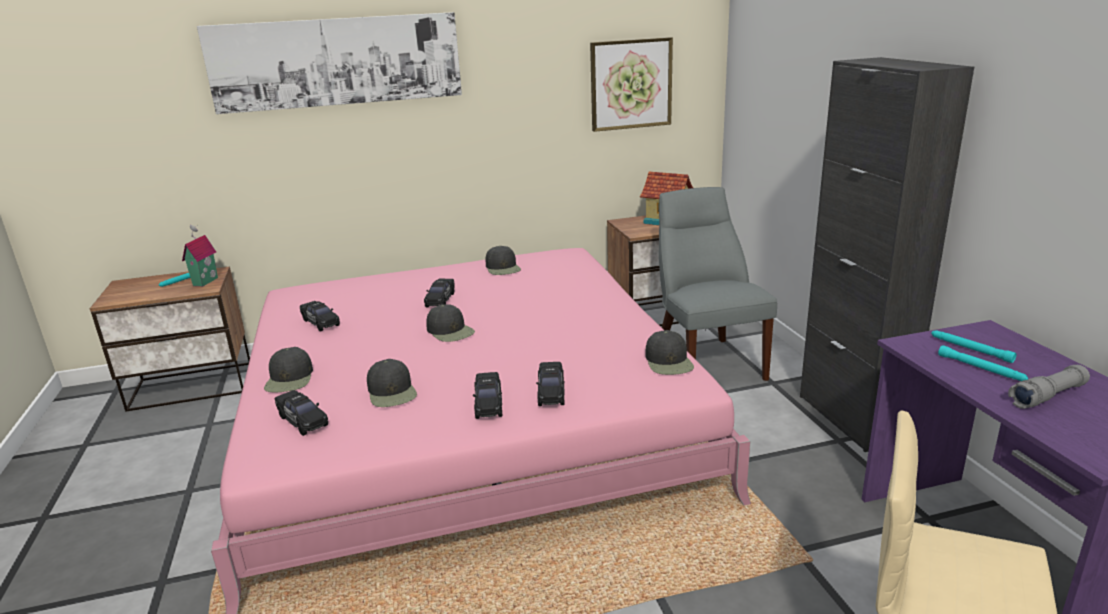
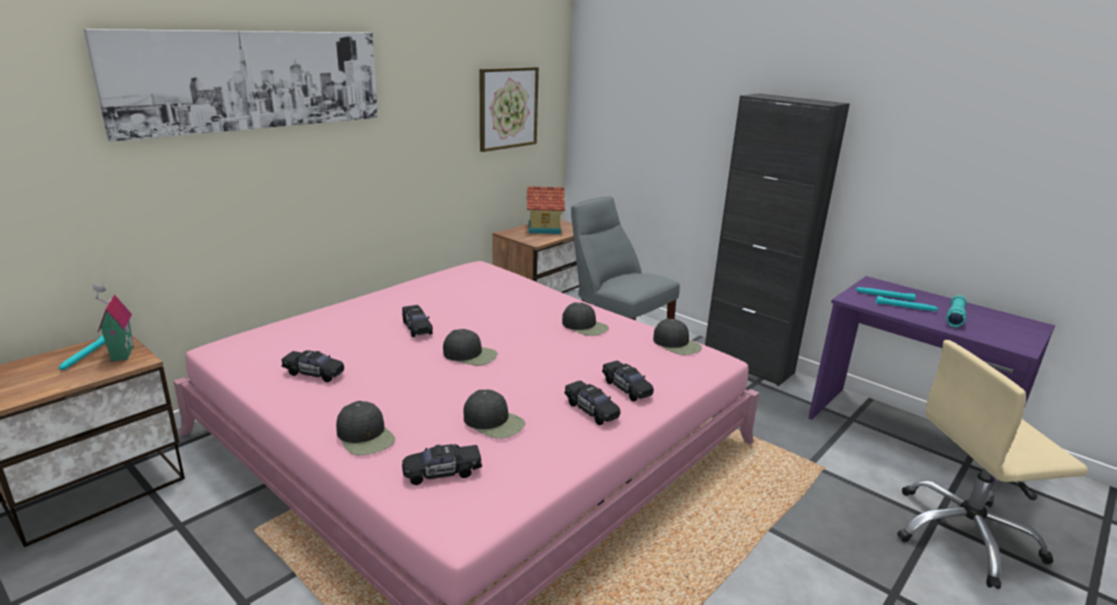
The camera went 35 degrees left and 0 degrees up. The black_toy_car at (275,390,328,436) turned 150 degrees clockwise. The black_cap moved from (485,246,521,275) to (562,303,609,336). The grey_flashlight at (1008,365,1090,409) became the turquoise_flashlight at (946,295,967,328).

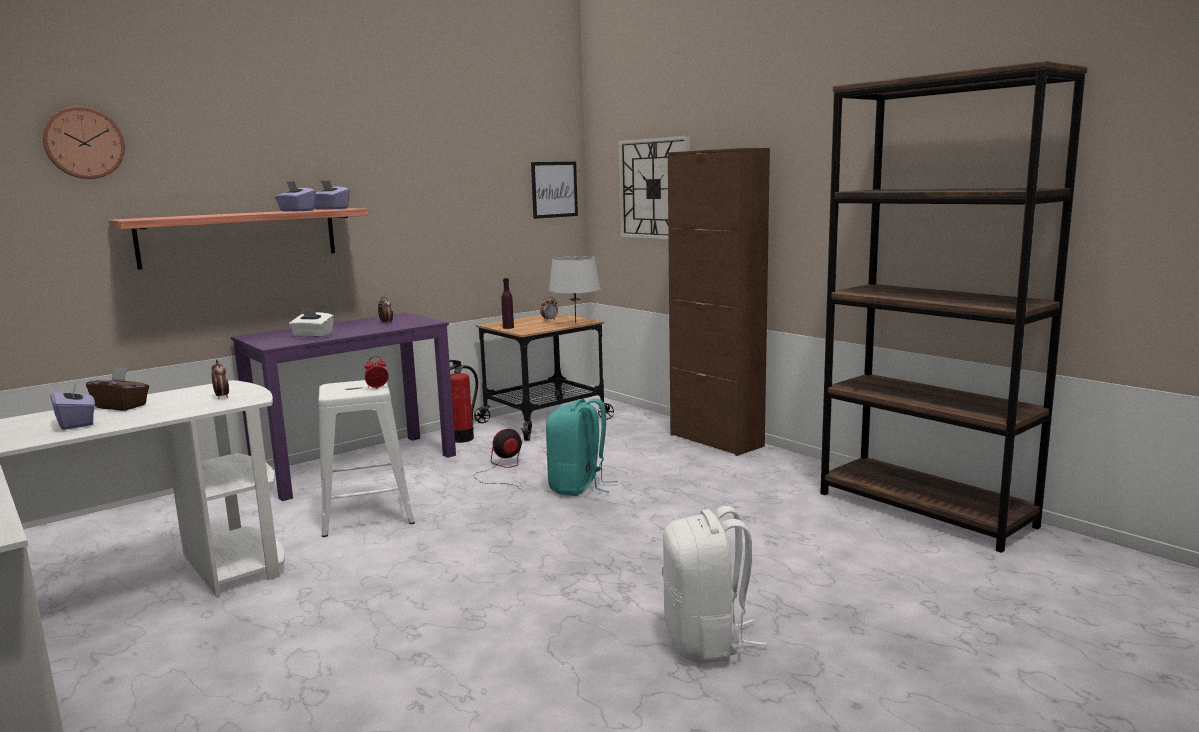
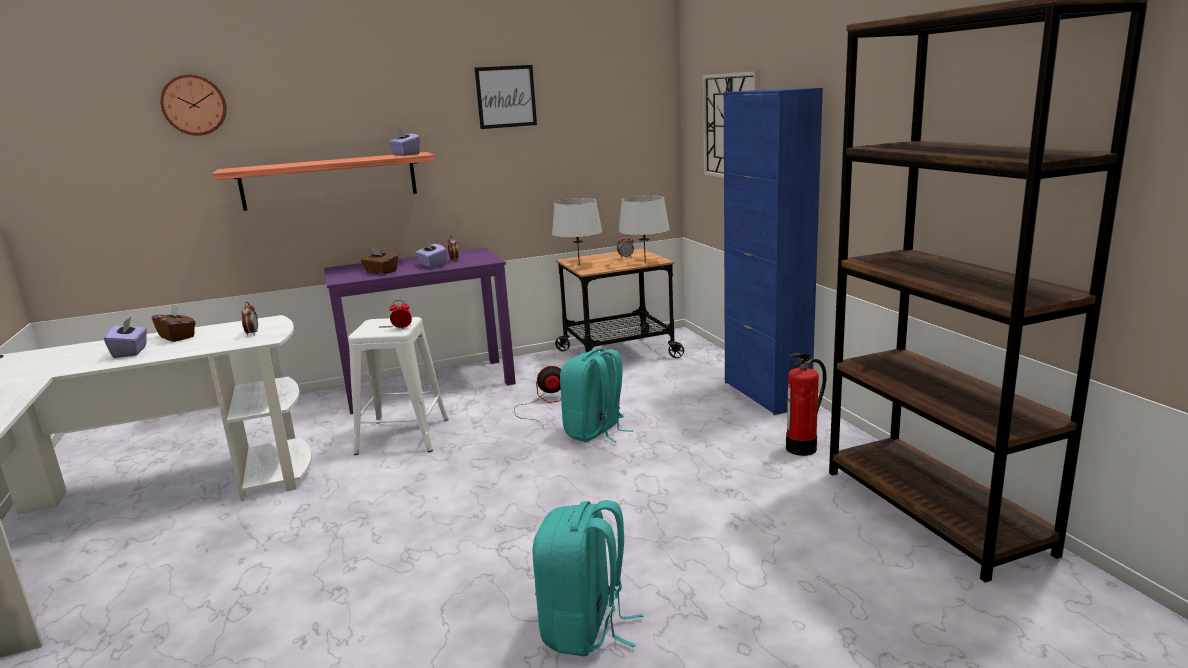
The camera went 20 degrees right and 5 degrees up. The purple_tissue_box moved from (275,181,316,212) to (415,240,447,268). The white_tissue_box at (289,308,334,338) became the brown_tissue_box at (361,246,398,274). The fire_extinguisher moved from (449,360,478,443) to (786,352,827,456). The purple_bottle at (501,278,514,329) was replaced by the grey_table_lamp at (552,198,602,265). The picture moved from (531,162,578,219) to (475,65,537,129). The white_backpack at (662,506,766,663) became the turquoise_backpack at (533,500,644,657). The brown_cabinet at (668,148,770,456) became the blue_cabinet at (724,88,823,415).

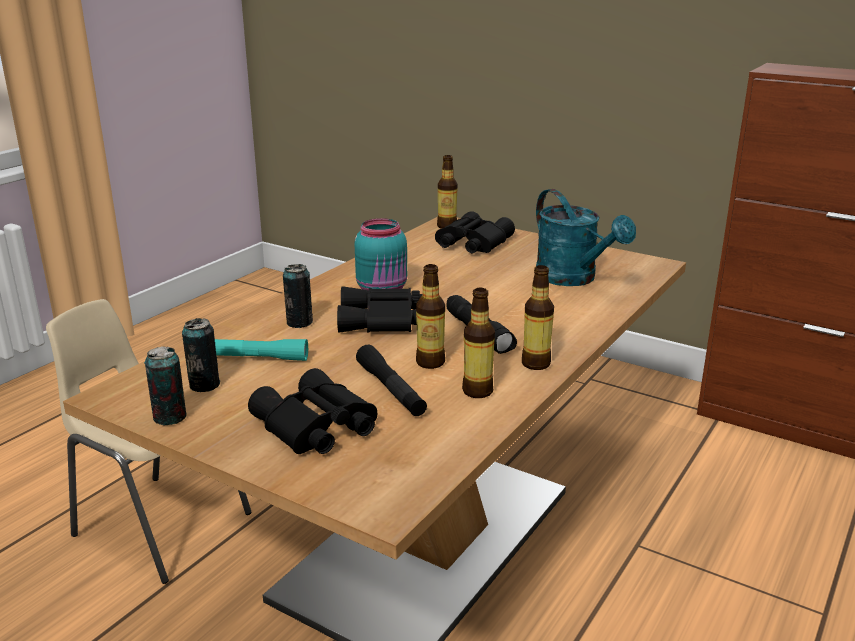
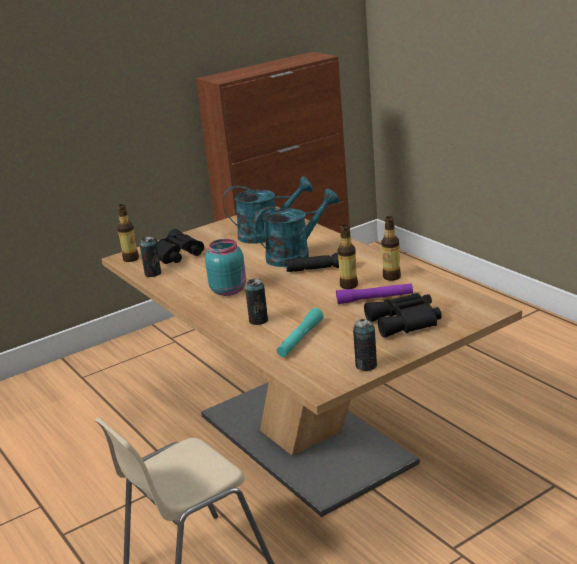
The camera went 65 degrees left and 0 degrees up. The can moved from (182,318,220,392) to (140,237,161,277). The black_binoculars at (337,287,422,332) disappeared. The black_flashlight at (356,345,427,416) became the purple_flashlight at (336,283,413,304). The bottle at (522,265,554,370) disappeared. The turquoise_watering_can at (253,189,339,267) appeared.

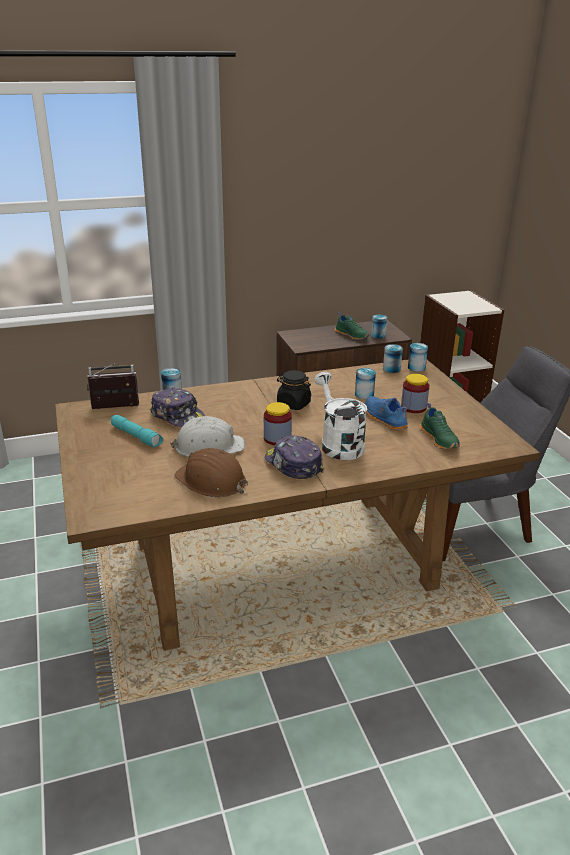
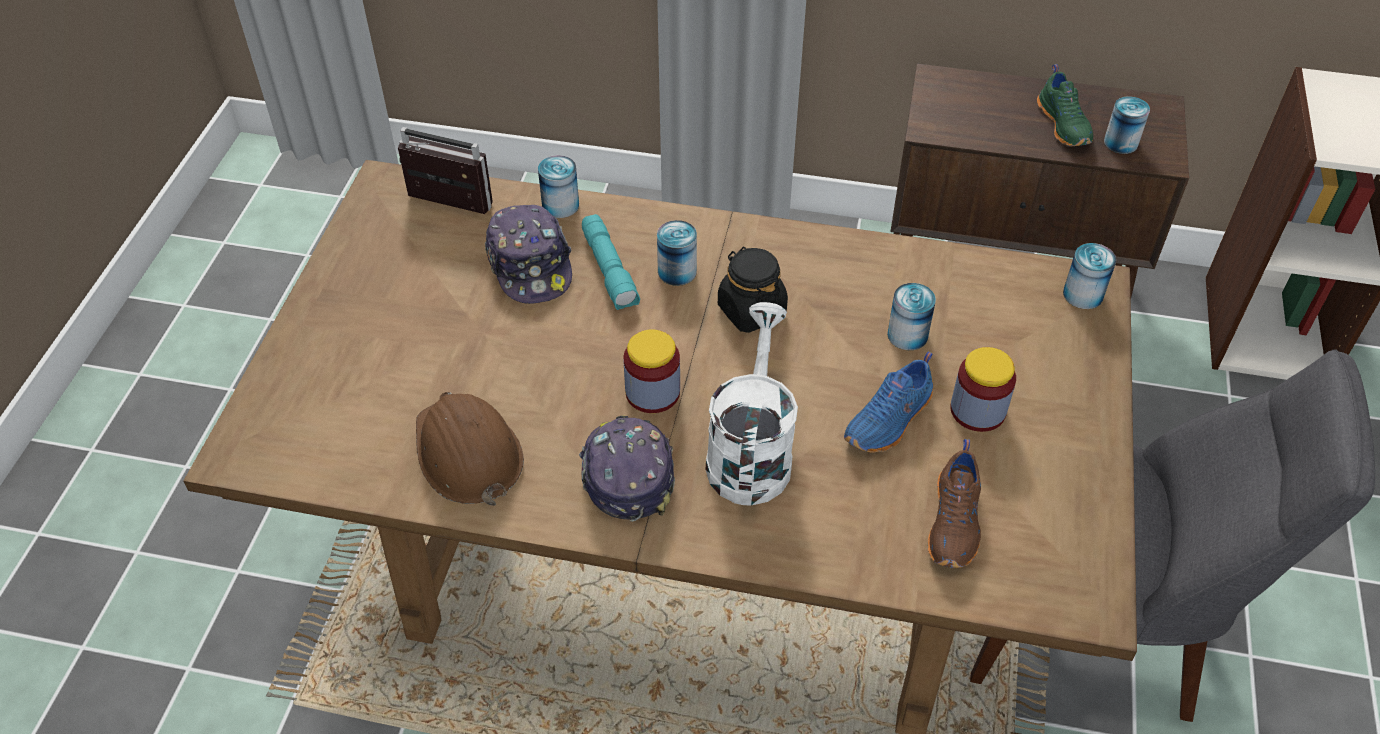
The camera went 30 degrees right and 20 degrees up. The turquoise_flashlight moved from (111,415,163,448) to (582,214,640,310). The white_hard_hat at (166,416,245,457) disappeared. The blue_shoe at (365,396,408,430) turned 135 degrees counterclockwise. The can moved from (383,344,403,373) to (657,220,697,286). The green_shoe at (420,403,460,449) became the brown_shoe at (928,439,981,568).

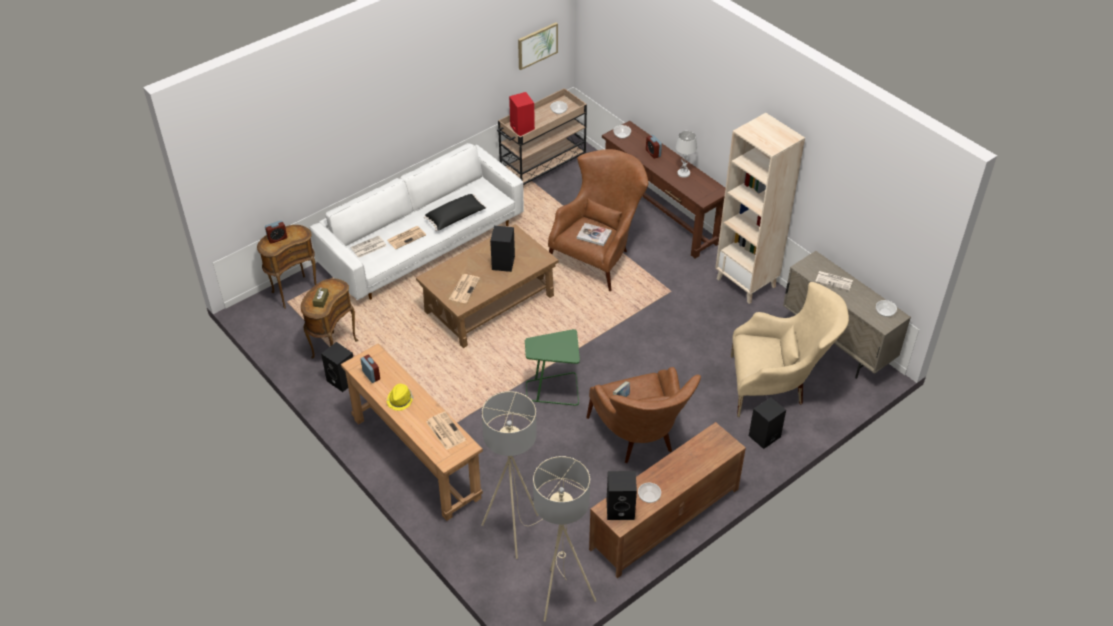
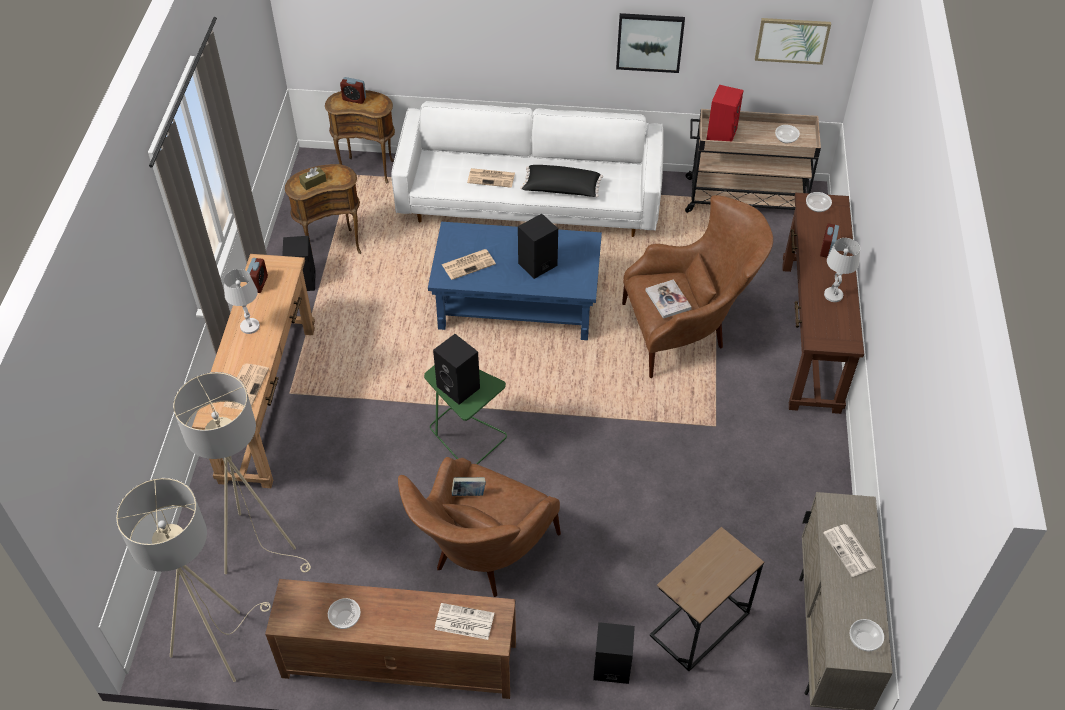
The camera went 45 degrees right and 5 degrees up. The newspaper moved from (351,236,387,258) to (434,603,494,640). The yellow_hat at (387,384,413,411) was replaced by the white_table_lamp at (224,269,260,334). The brown_coffee_table at (416,224,559,348) became the blue_coffee_table at (428,222,602,340). The black_speaker moved from (607,471,637,520) to (433,334,480,405). The beige_bookcase at (715,113,805,304) disappeared. The beige_armchair at (731,282,849,417) was replaced by the brown_side_table at (650,527,764,671). The picture at (616,13,685,73) appeared.

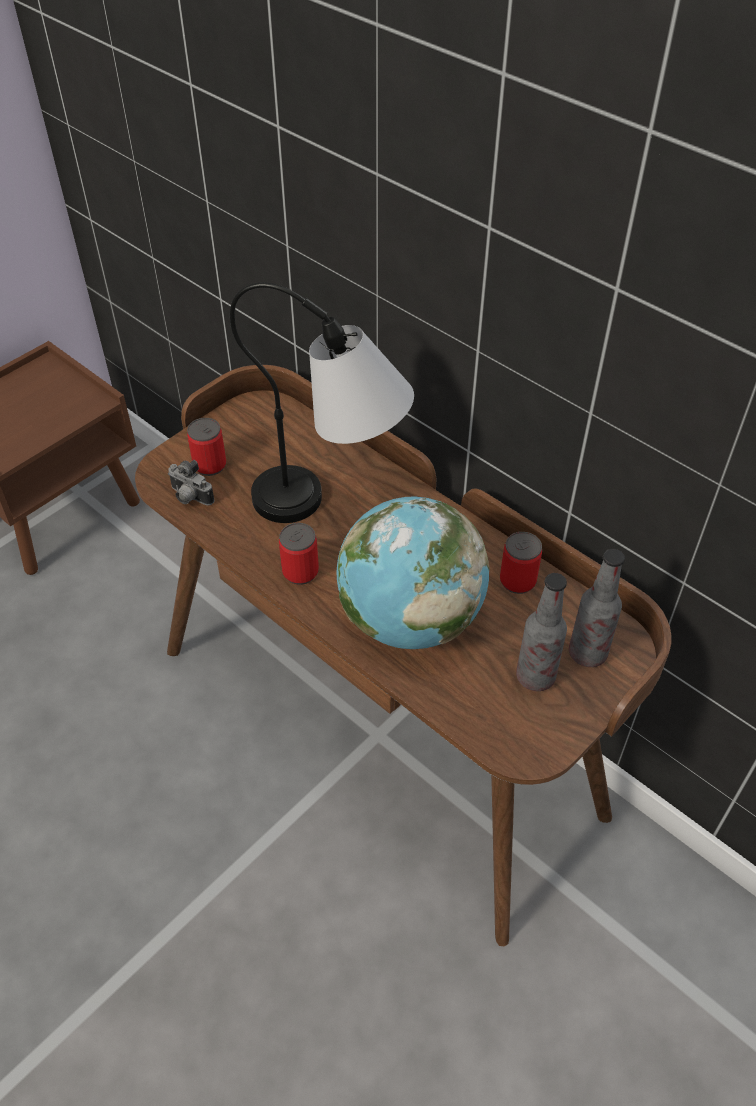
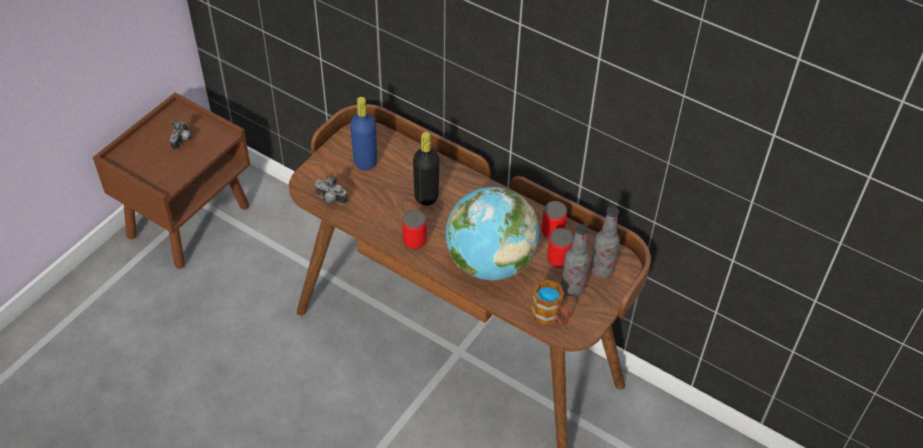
The camera went 10 degrees left and 0 degrees up. The can moved from (187,418,226,476) to (547,228,573,268). The table_lamp at (230,282,414,523) was replaced by the black_bottle at (413,132,439,206). The photo_camera at (170,120,192,151) appeared. The blue_bottle at (350,97,377,170) appeared. The mug at (531,280,570,326) appeared.

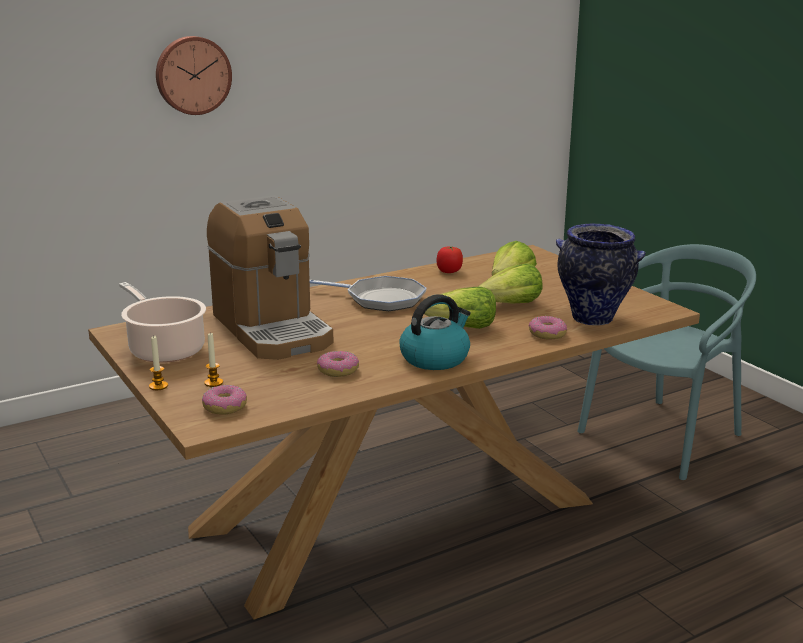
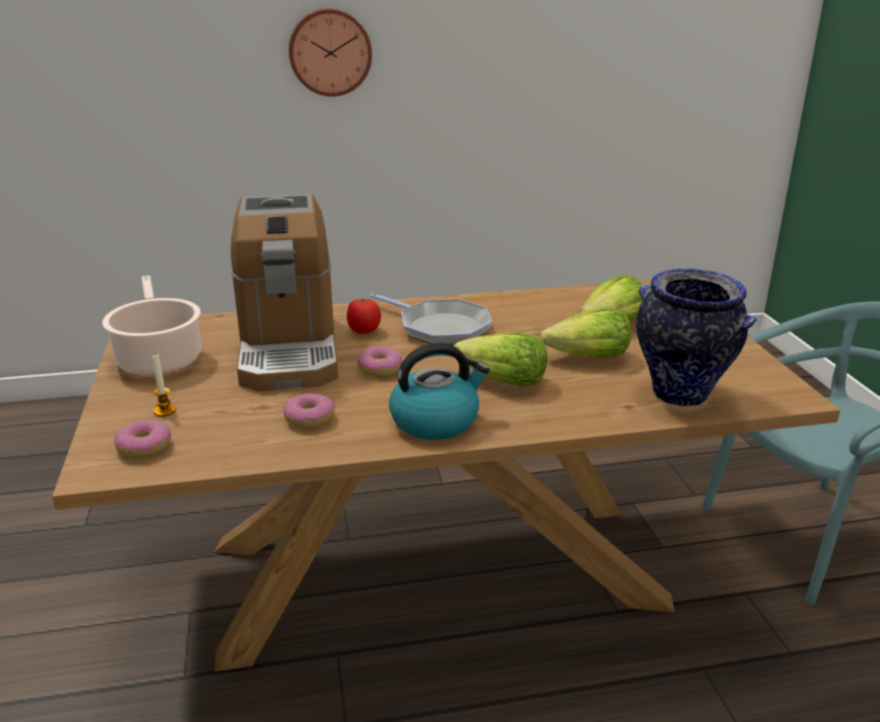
The camera went 20 degrees right and 5 degrees up. The candle at (149,336,168,390) disappeared. The tomato moved from (437,246,463,273) to (347,299,381,334). The donut moved from (528,316,567,339) to (357,346,403,377).

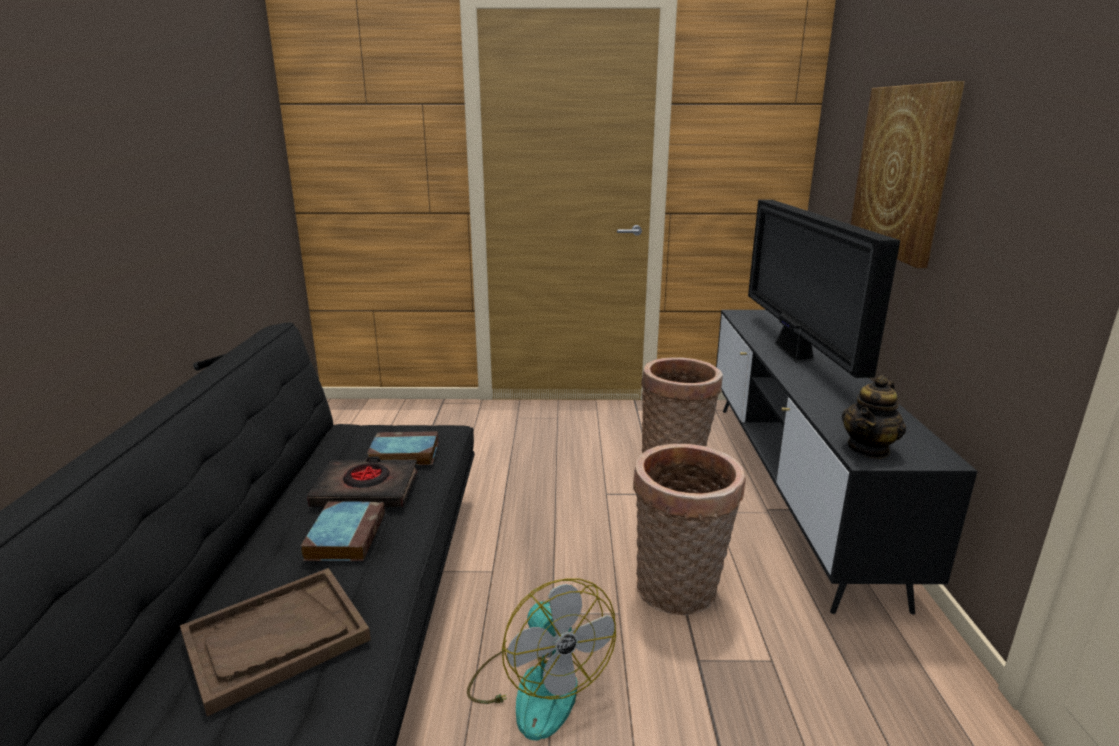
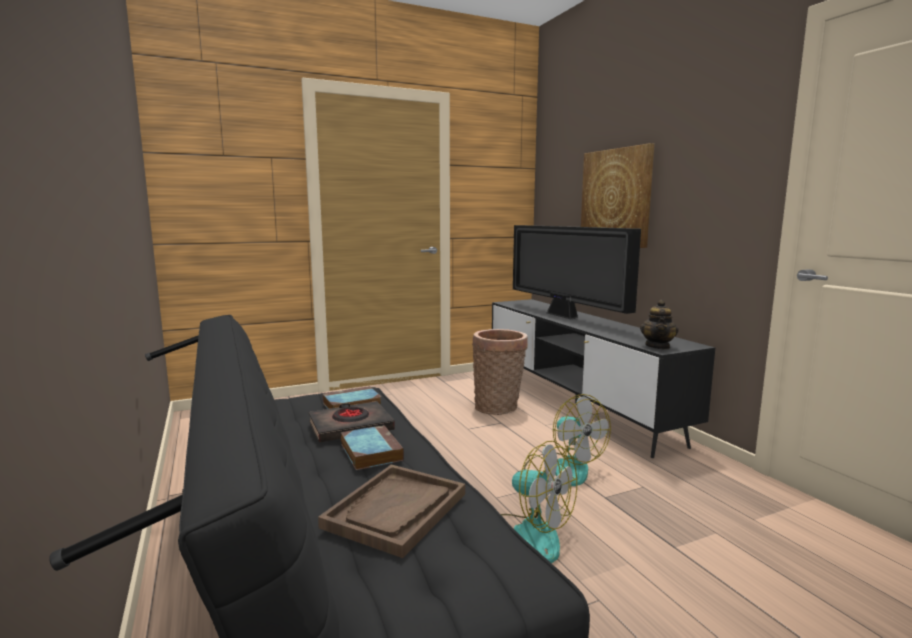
The camera went 25 degrees left and 10 degrees down. The basket at (633,444,746,615) was replaced by the fan at (524,394,611,486).

